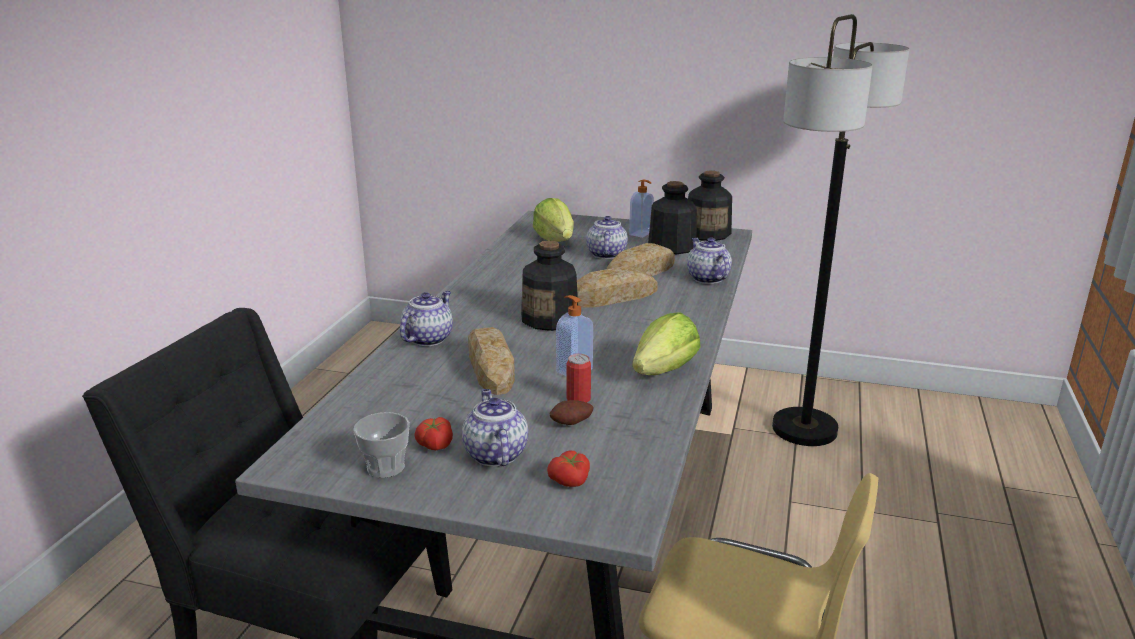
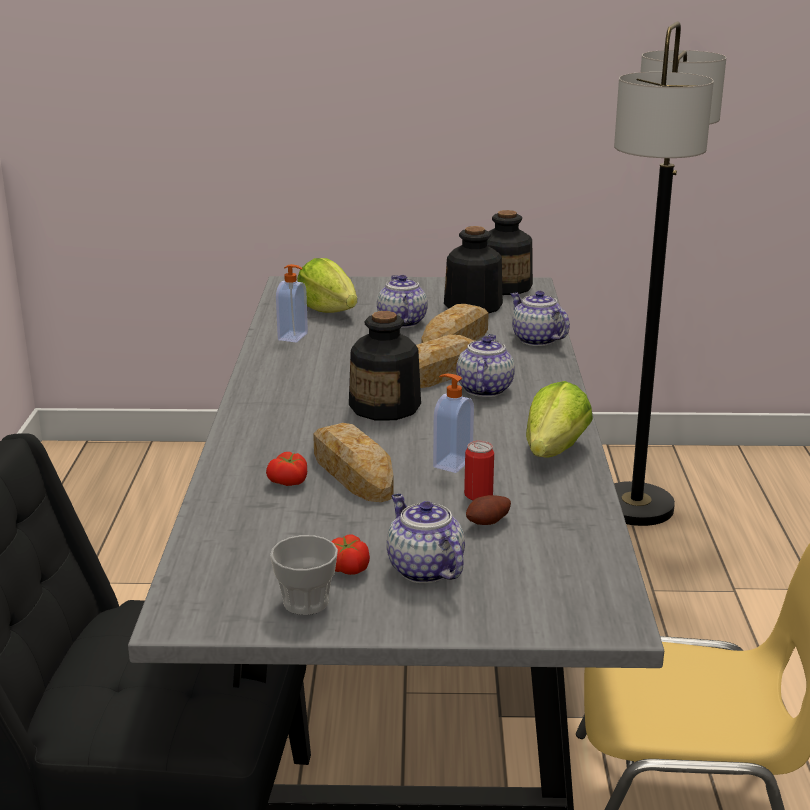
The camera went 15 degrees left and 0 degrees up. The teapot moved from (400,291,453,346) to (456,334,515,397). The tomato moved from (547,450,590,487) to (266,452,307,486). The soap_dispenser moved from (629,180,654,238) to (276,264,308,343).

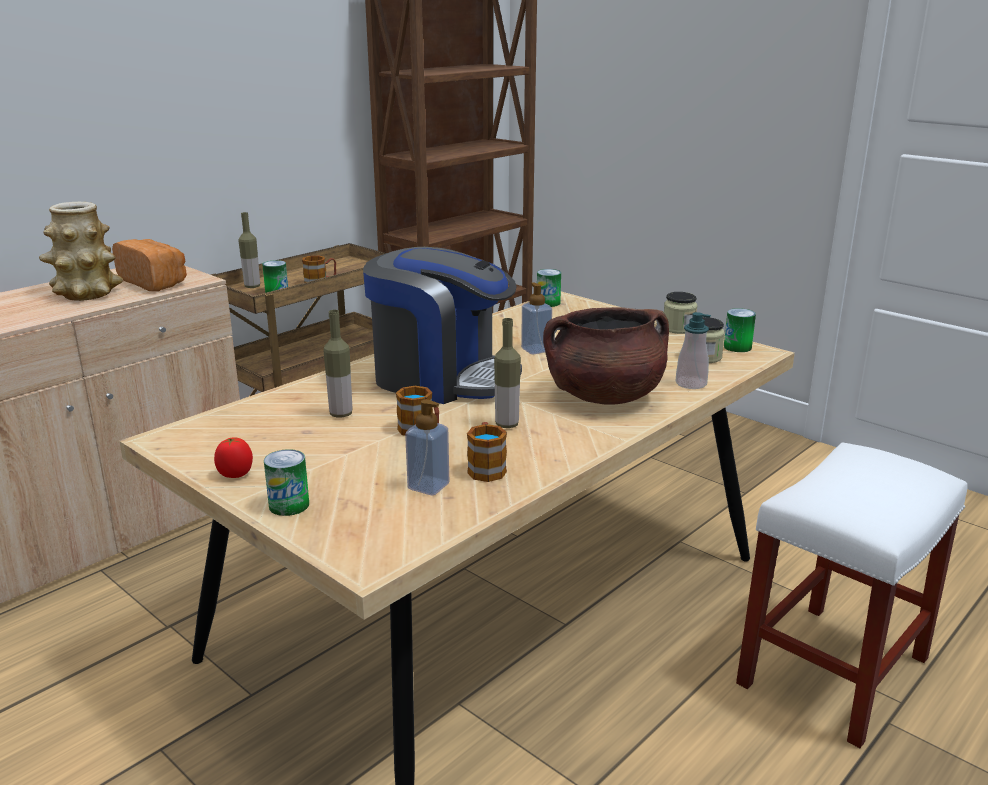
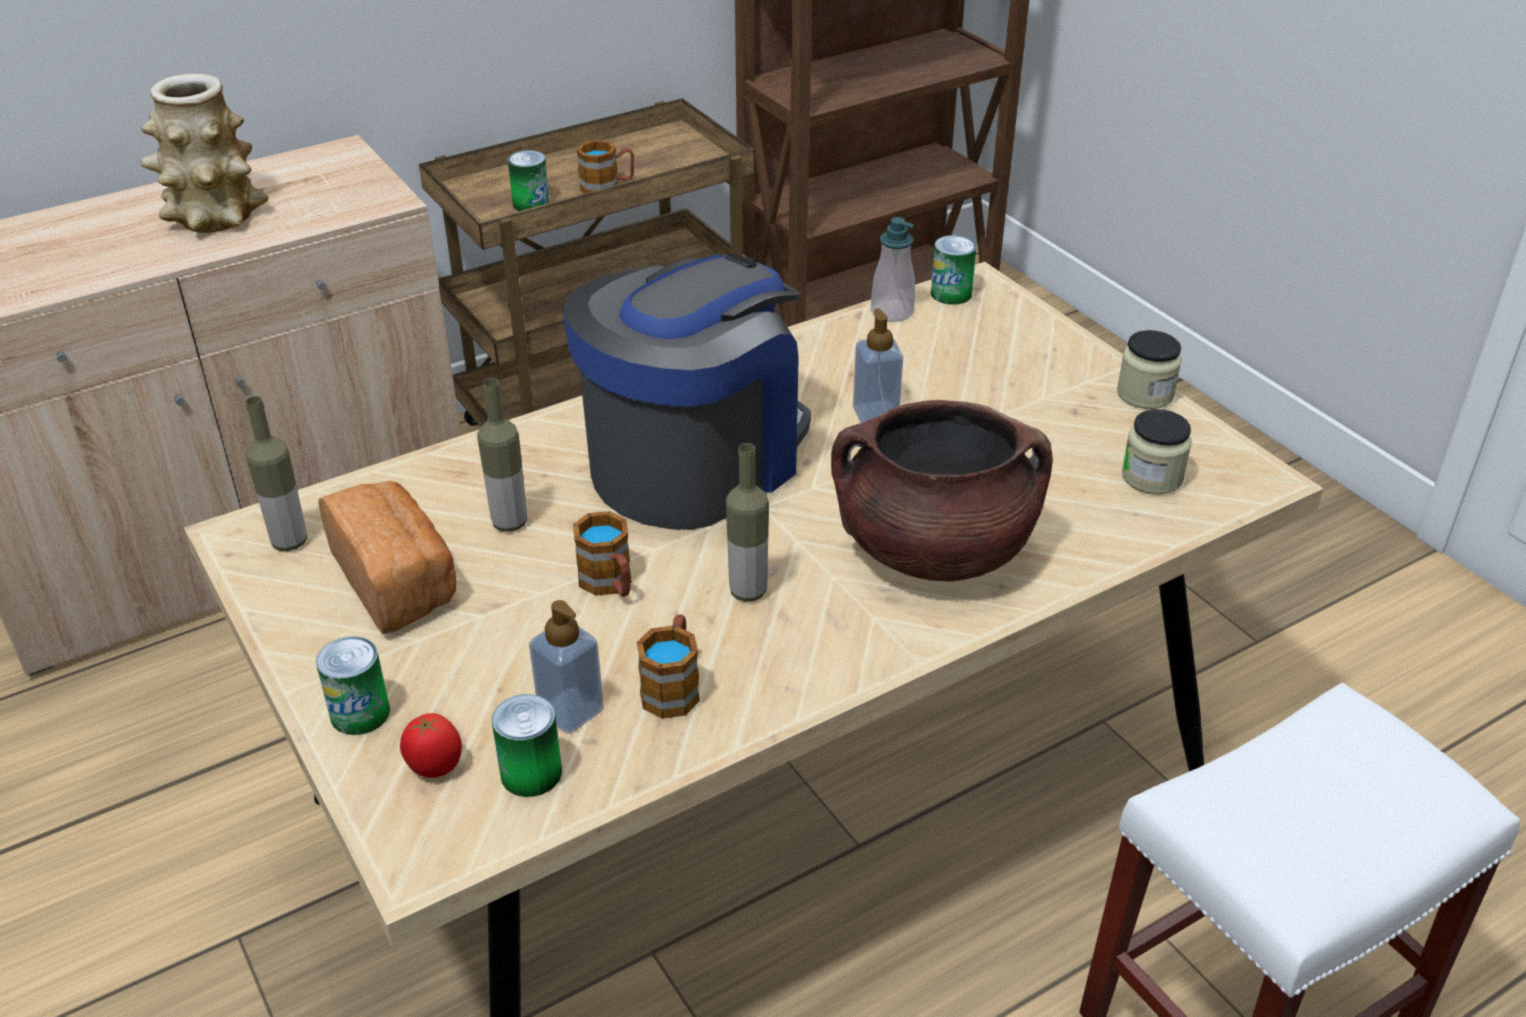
The camera went 15 degrees right and 15 degrees up. The bread moved from (112,239,187,291) to (318,481,456,634). The tomato moved from (214,438,253,478) to (400,713,462,778). The bottle moved from (239,212,260,288) to (245,396,307,551). The coffee_machine at (363,247,522,404) turned 90 degrees counterclockwise. The soap_dispenser moved from (676,312,711,389) to (871,217,915,322). The can moved from (724,308,756,352) to (491,694,562,797).

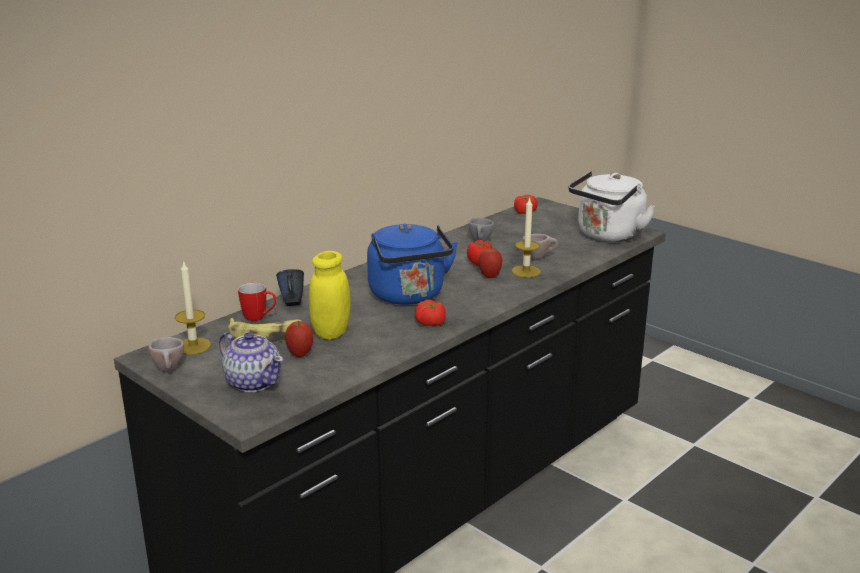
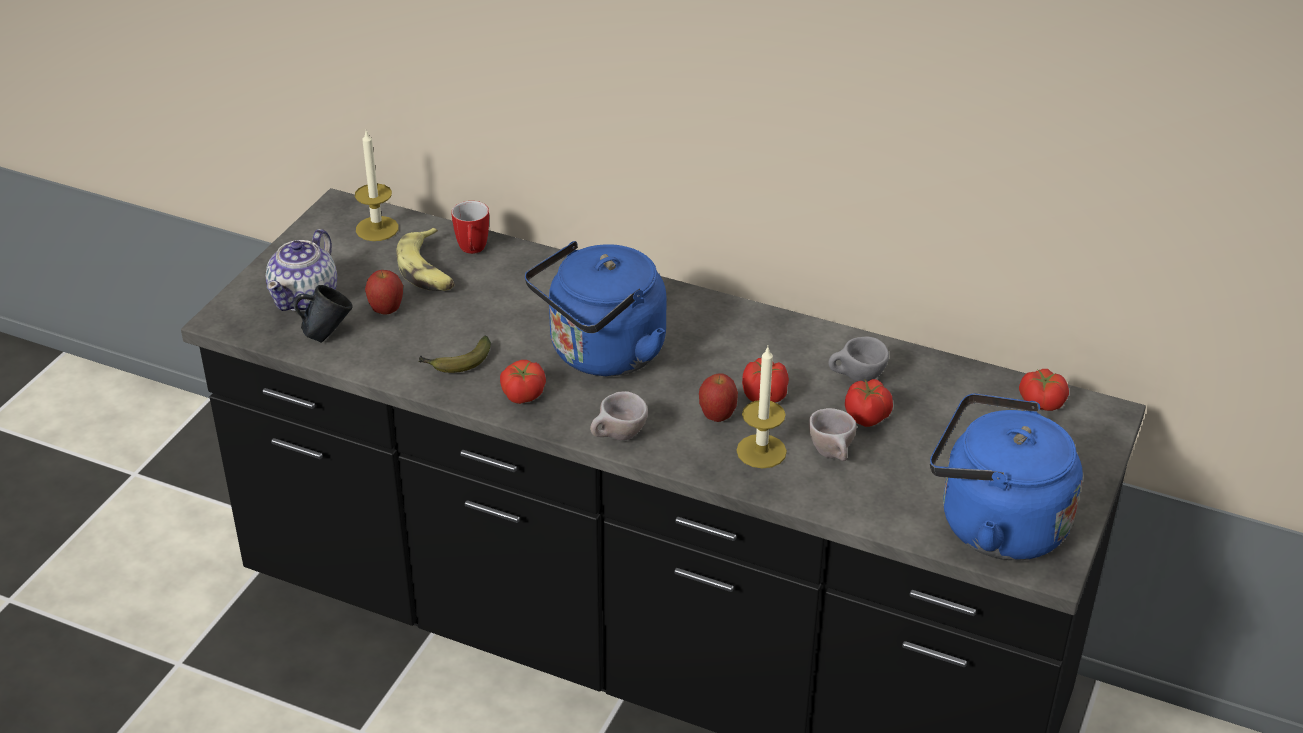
The camera went 70 degrees right and 15 degrees up. The beige_cup moved from (148,337,184,371) to (590,391,648,441). The blue_mug moved from (276,269,304,306) to (293,285,353,342). The yellow_jar at (309,251,351,340) disappeared. The white_kettle at (568,171,656,242) became the blue_kettle at (930,393,1083,560). The banana at (418,336,491,373) appeared. The tomato at (845,379,893,427) appeared.

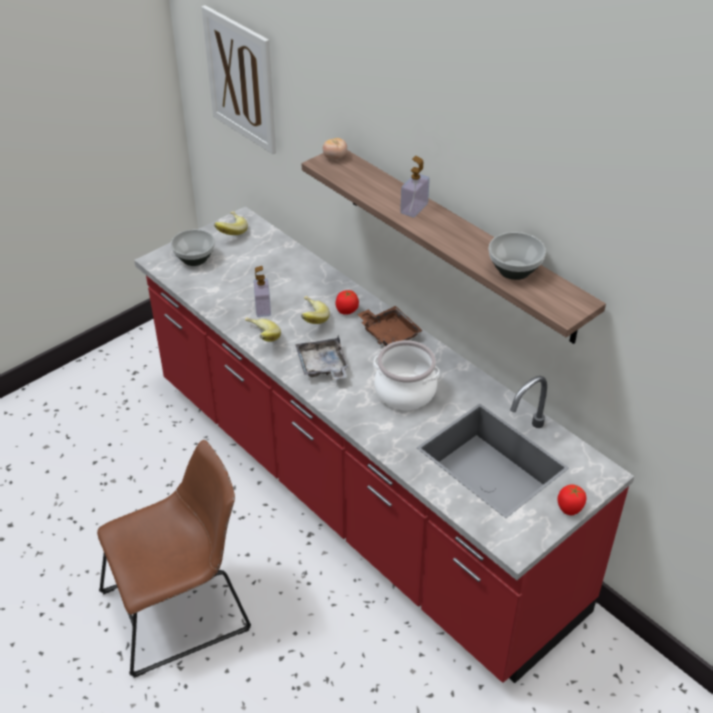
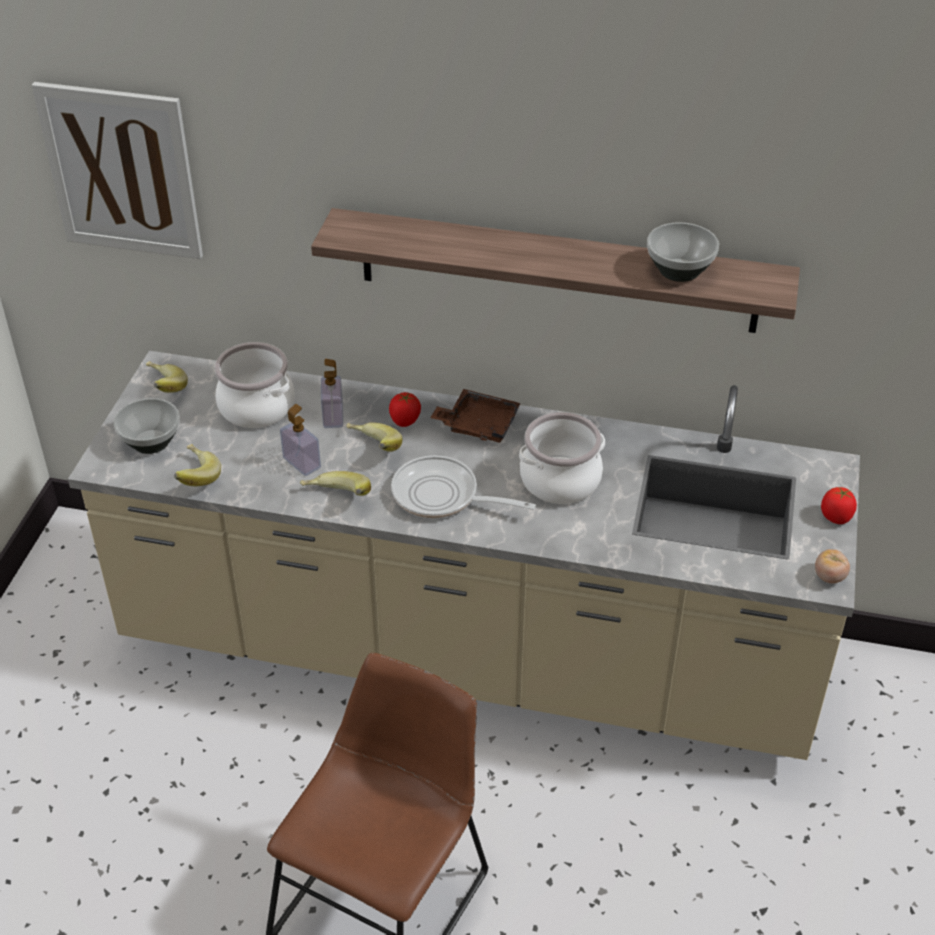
The camera went 35 degrees left and 0 degrees up. The red_counter at (134,206,634,683) became the beige_counter at (68,351,860,760). The grey_tray at (295,336,349,380) was replaced by the frying_pan at (391,455,536,518). The tomato moved from (323,138,347,160) to (815,549,850,584). The soap_dispenser moved from (400,156,430,218) to (321,359,343,428). The banana at (174,444,221,486) appeared. The cooking_pot at (215,342,295,428) appeared.

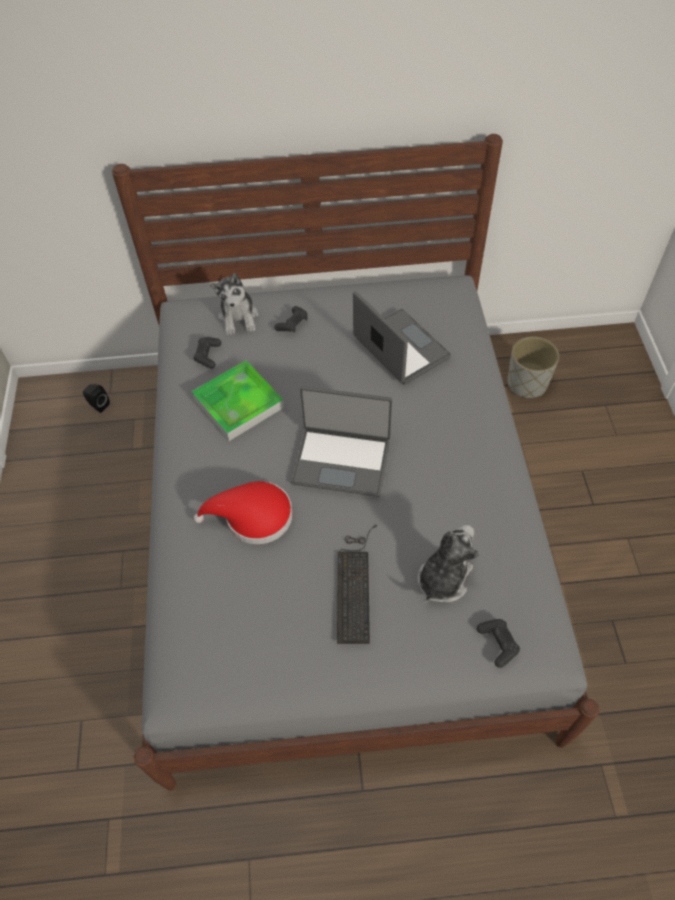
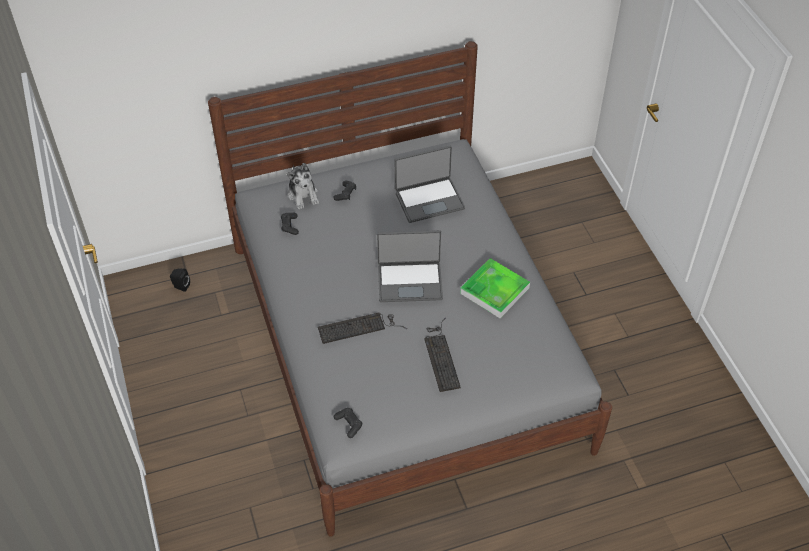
The camera went 15 degrees left and 5 degrees down. The tray moved from (191,360,284,441) to (460,258,530,318). The red_hat at (194,481,293,544) was replaced by the keyboard at (318,313,407,344). The laptop at (353,291,451,385) turned 120 degrees clockwise. The plush_toy at (417,525,480,603) disappeared. The black_game_controller moved from (477,619,520,668) to (334,408,362,438). The grey_planter at (507,336,559,398) disappeared.

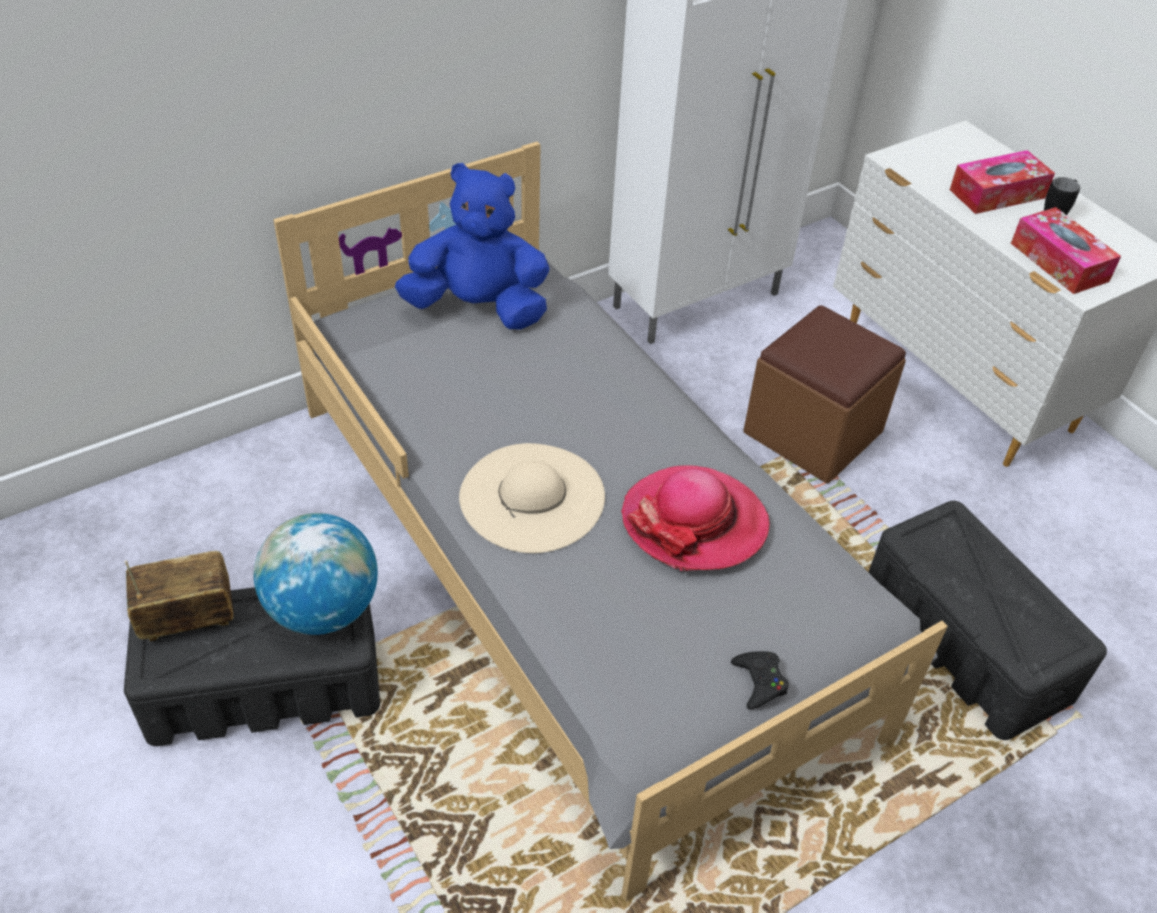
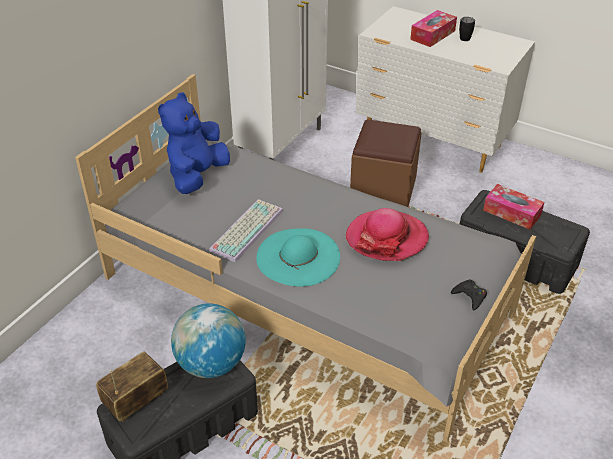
The camera went 25 degrees left and 5 degrees down. The blue_plush_toy at (395,163,550,330) turned 45 degrees counterclockwise. The beige_hat at (459,443,605,553) became the turquoise_hat at (256,228,340,287). The tissue_box moved from (1011,207,1121,294) to (483,184,545,229). The keyboard at (209,199,283,262) appeared.

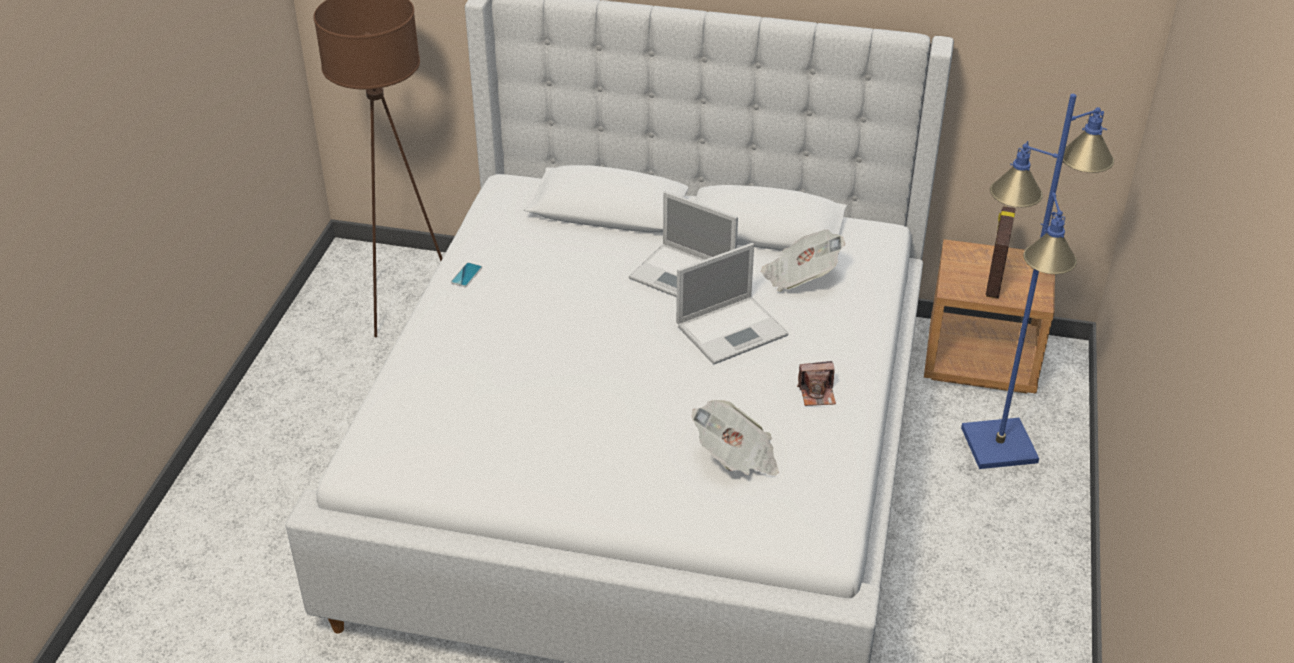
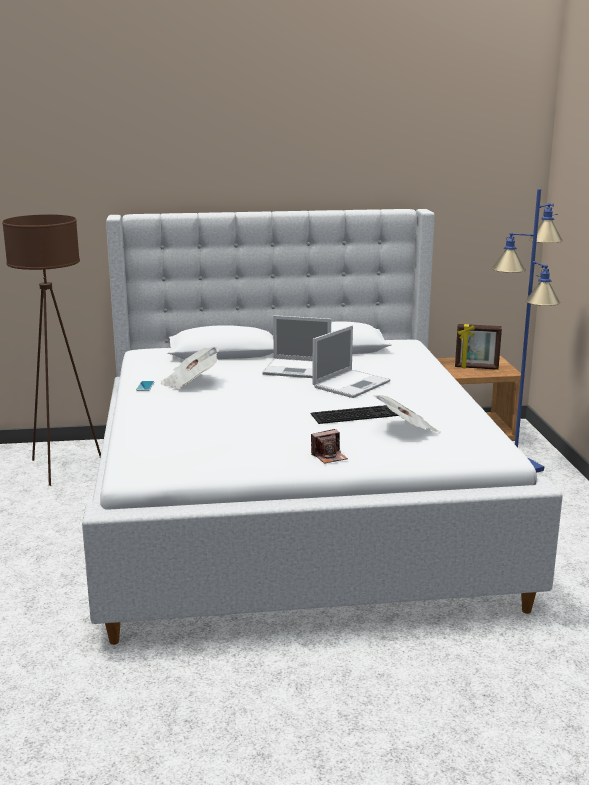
The camera went 20 degrees left and 20 degrees down. The newspaper moved from (761,229,845,292) to (161,347,220,389). The photo_camera moved from (797,361,836,406) to (311,429,348,464). The picture_frame at (986,206,1016,299) turned 75 degrees counterclockwise. The keyboard at (311,405,398,424) appeared.

